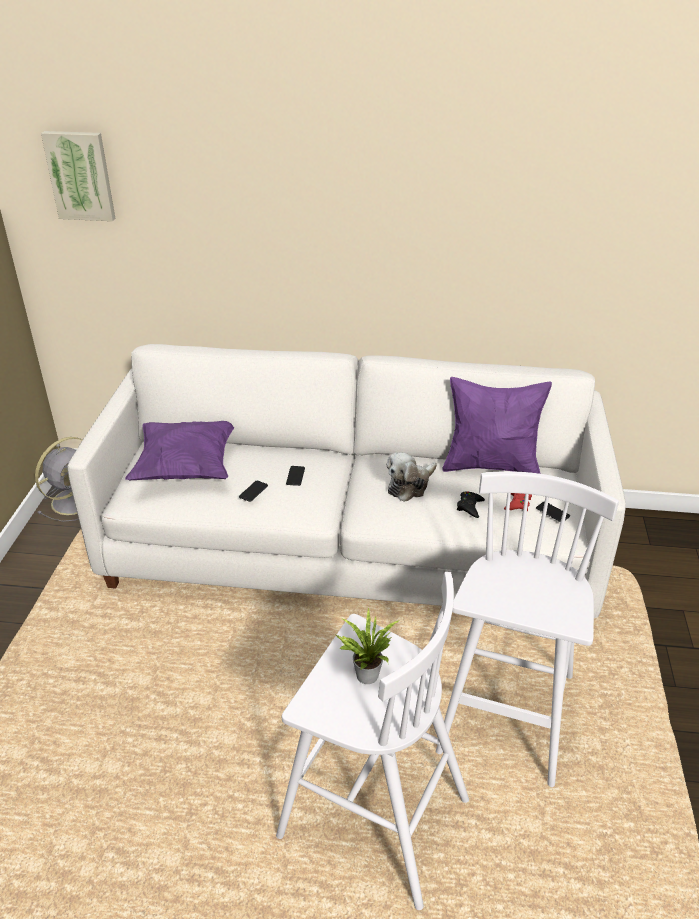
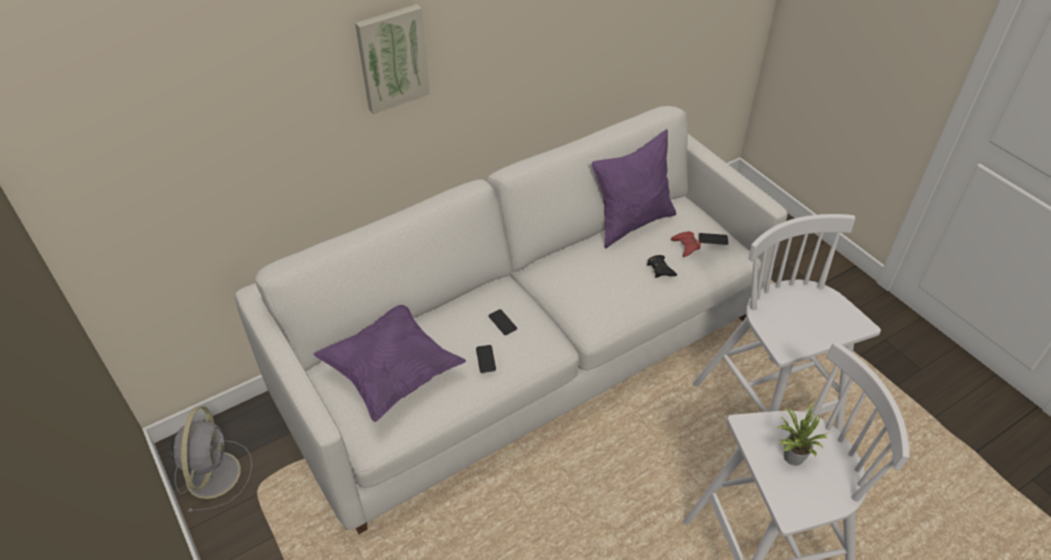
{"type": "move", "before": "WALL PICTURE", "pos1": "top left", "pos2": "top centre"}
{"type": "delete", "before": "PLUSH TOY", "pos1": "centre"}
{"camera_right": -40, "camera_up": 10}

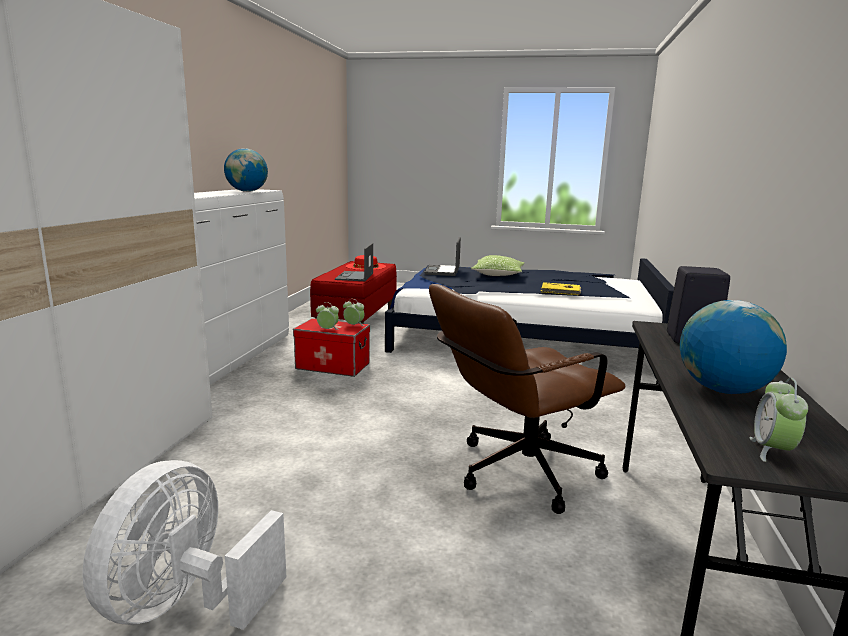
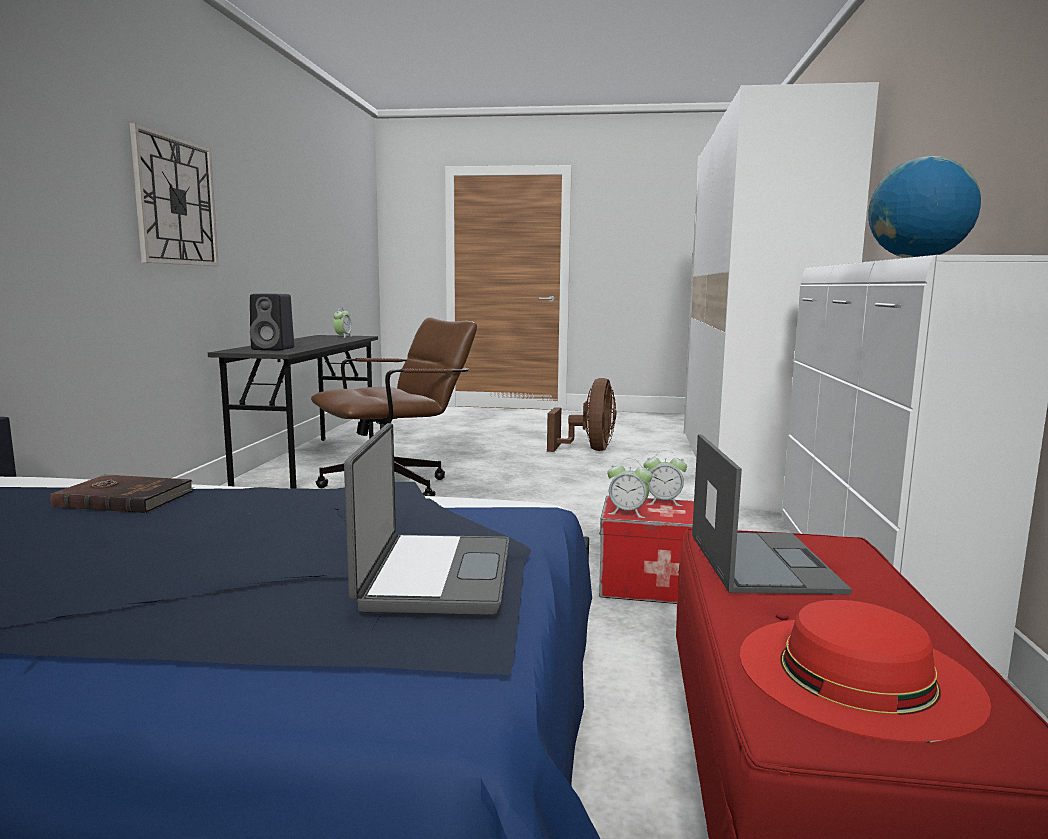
{"type": "delete", "before": "CUSHION", "pos1": "centre"}
{"type": "recolor", "before": "YELLOWISH VOLUME", "after": "BROWN-COLOURED VOLUME", "pos1": "centre", "pos2": "middle left"}
{"type": "delete", "before": "GLOBE (2nd from left)", "pos1": "middle right"}
{"type": "recolor", "before": "WHITISH ELECTRIC FAN", "after": "BROWN-COLOURED ELECTRIC FAN", "pos1": "bottom left", "pos2": "centre"}
{"type": "insert", "after": "CLOCK ON THE WALL", "pos2": "top left"}
{"camera_right": 175, "camera_up": -5}

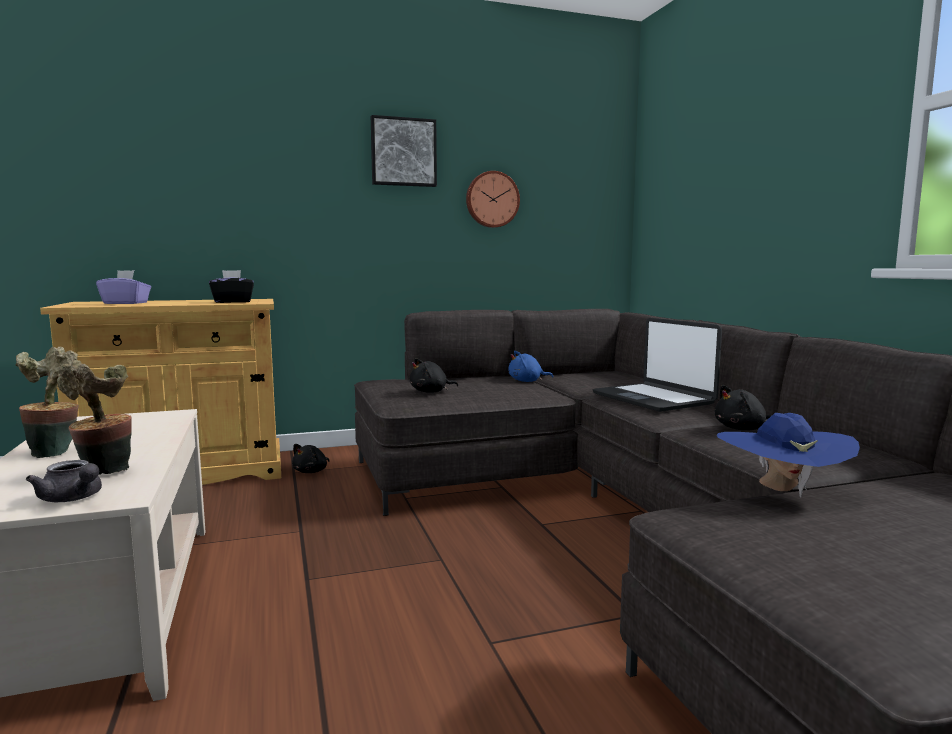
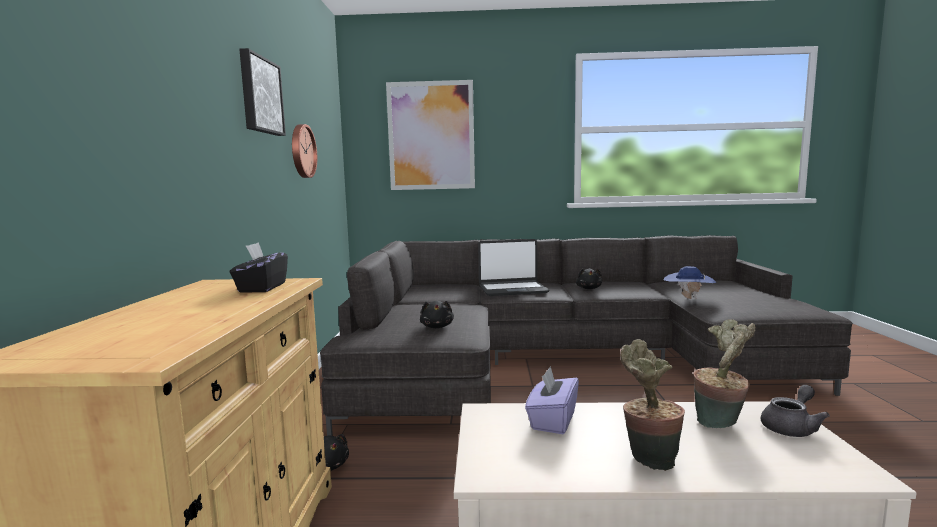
{"type": "move", "before": "PURPLISH TISSUE HOLDER", "pos1": "middle left", "pos2": "bottom centre"}
{"type": "delete", "before": "BLUE-COLOURED PLUSH TOY", "pos1": "centre"}
{"type": "insert", "after": "WALL PICTURE (2nd from left)", "pos2": "top centre"}
{"camera_right": -70, "camera_up": 0}

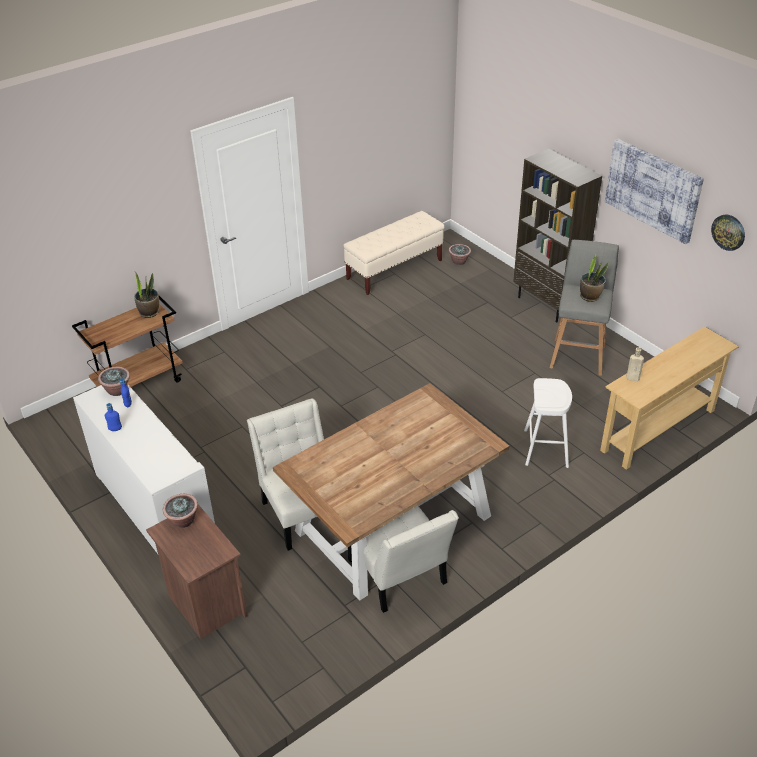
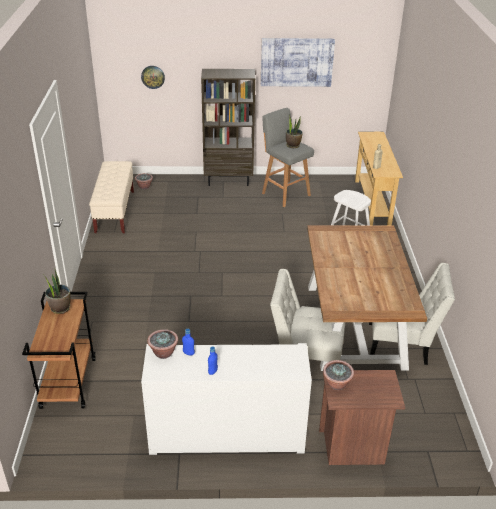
{"type": "move", "before": "CLOCK ON THE WALL", "pos1": "top right", "pos2": "top left"}
{"camera_right": -55, "camera_up": -5}

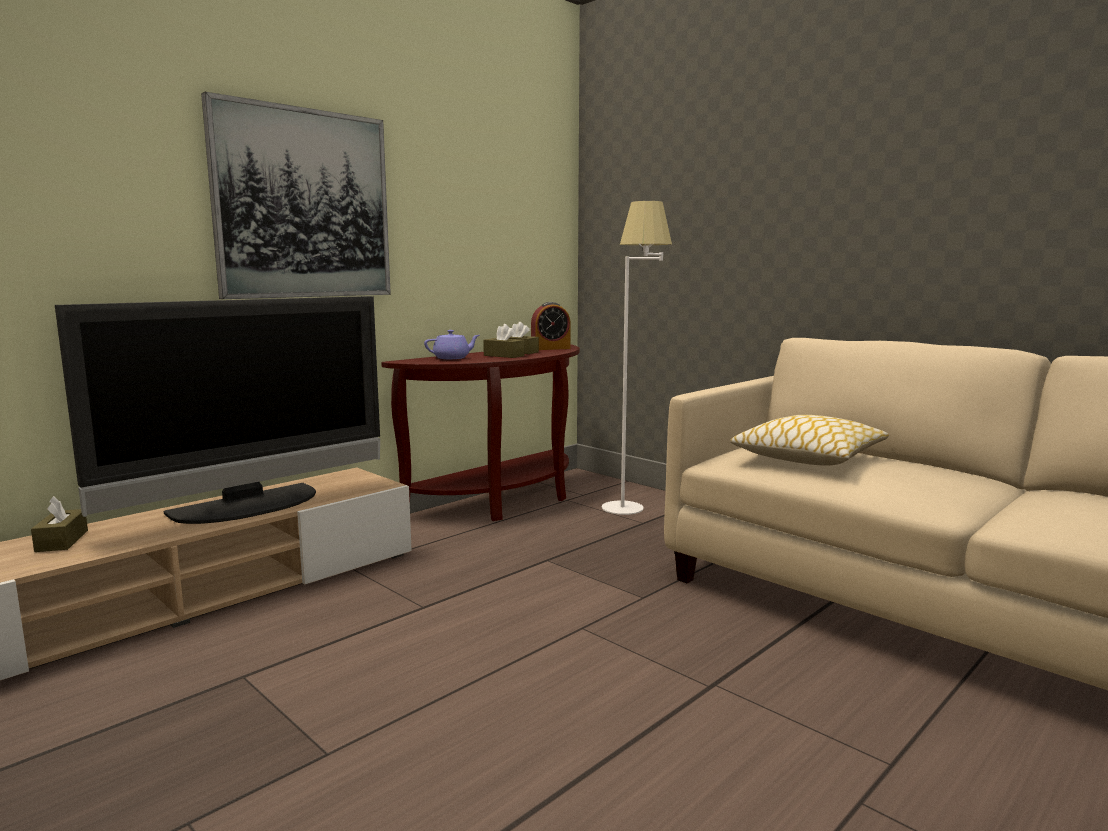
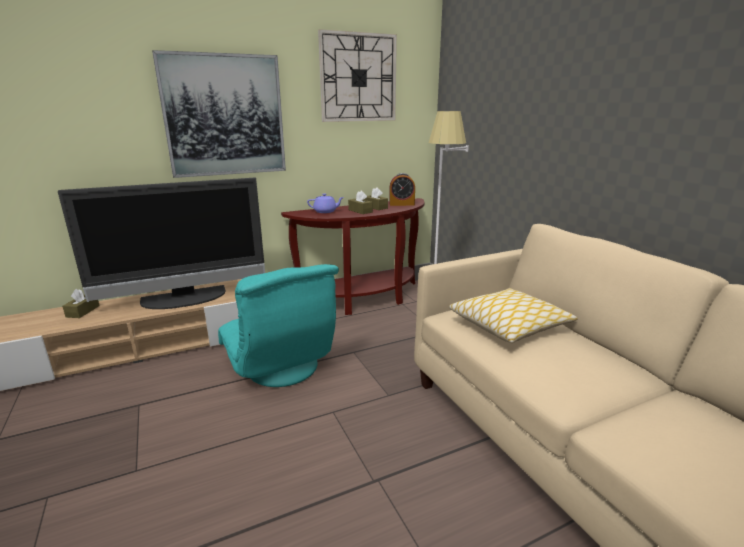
{"type": "insert", "after": "CLOCK ON THE WALL", "pos2": "top centre"}
{"type": "insert", "after": "TURQUOISE-COLOURED LOUNGE CHAIR", "pos2": "centre"}
{"camera_right": 20, "camera_up": 10}

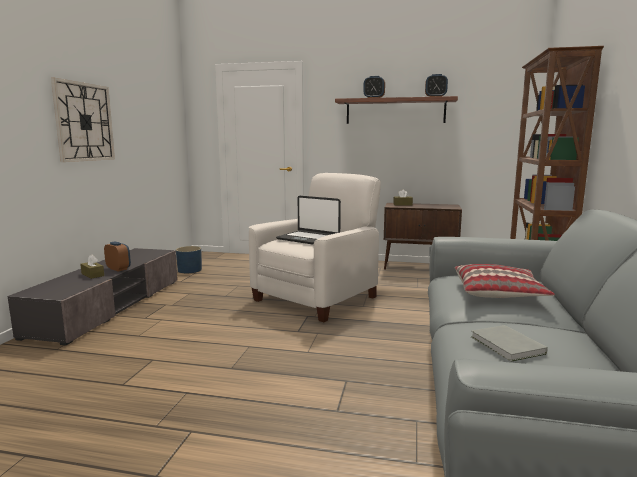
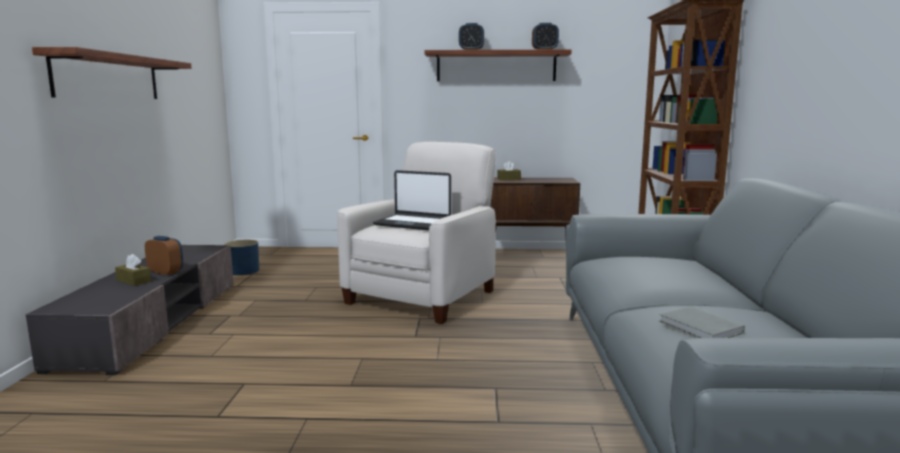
{"type": "replace", "before": "CLOCK ON THE WALL", "after": "WALL SHELF (1st from left)", "pos1": "top left", "pos2": "top left"}
{"type": "delete", "before": "CUSHION", "pos1": "middle right"}
{"camera_right": -10, "camera_up": 0}

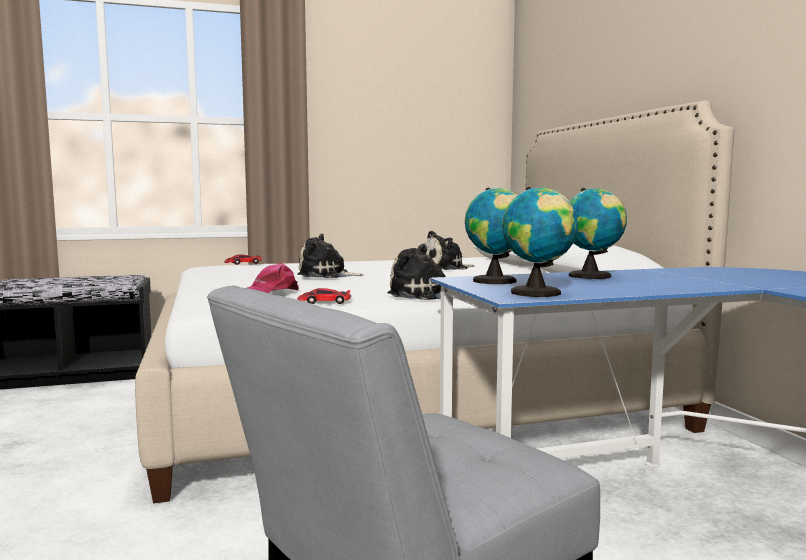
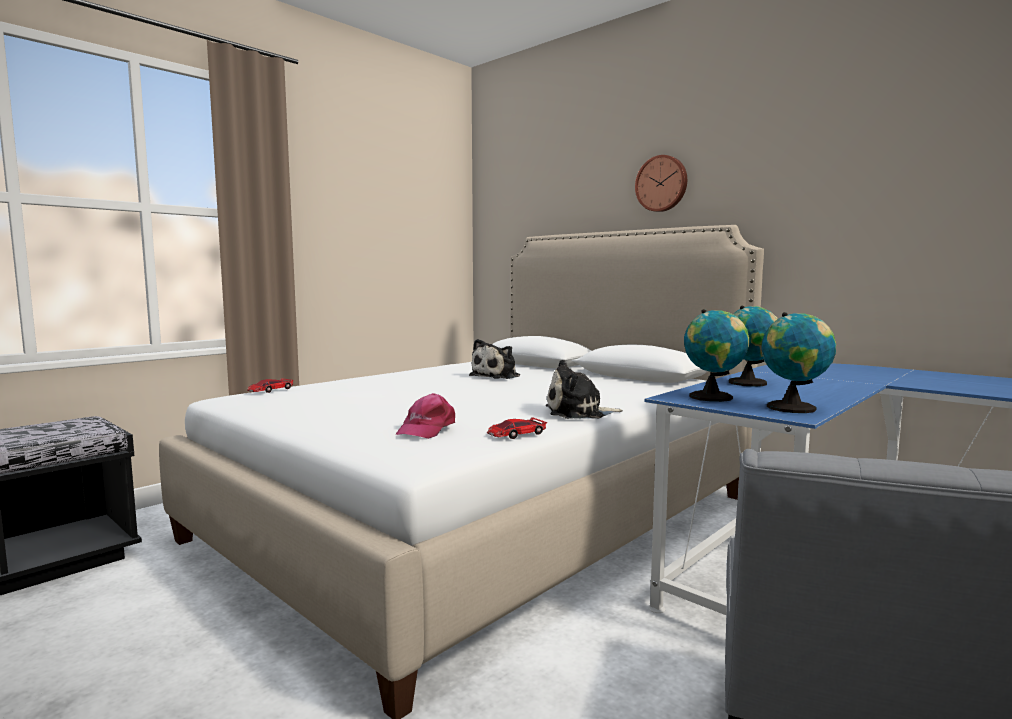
{"type": "delete", "before": "PLUSH TOY (1st from left)", "pos1": "centre"}
{"type": "insert", "after": "CLOCK ON THE WALL", "pos2": "top centre"}
{"camera_right": -30, "camera_up": 0}

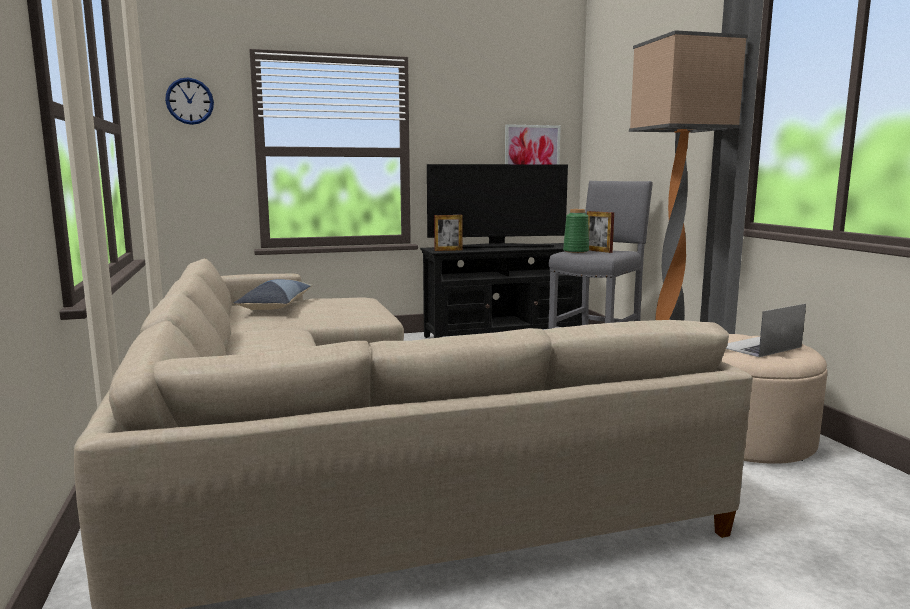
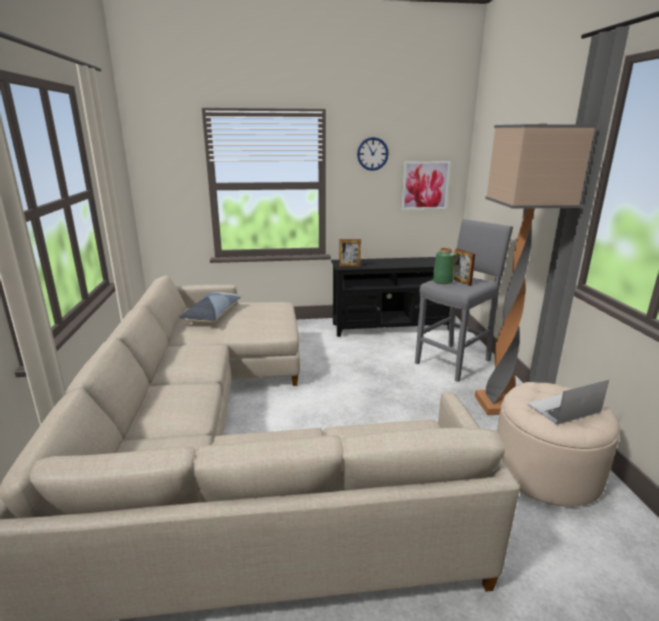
{"type": "move", "before": "CLOCK ON THE WALL", "pos1": "top left", "pos2": "top centre"}
{"type": "delete", "before": "TELEVISION", "pos1": "centre"}
{"camera_right": 10, "camera_up": 10}

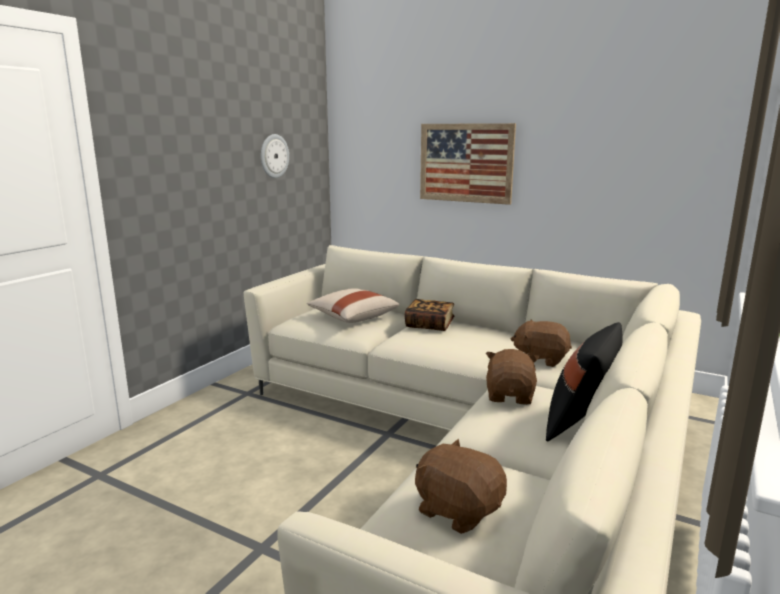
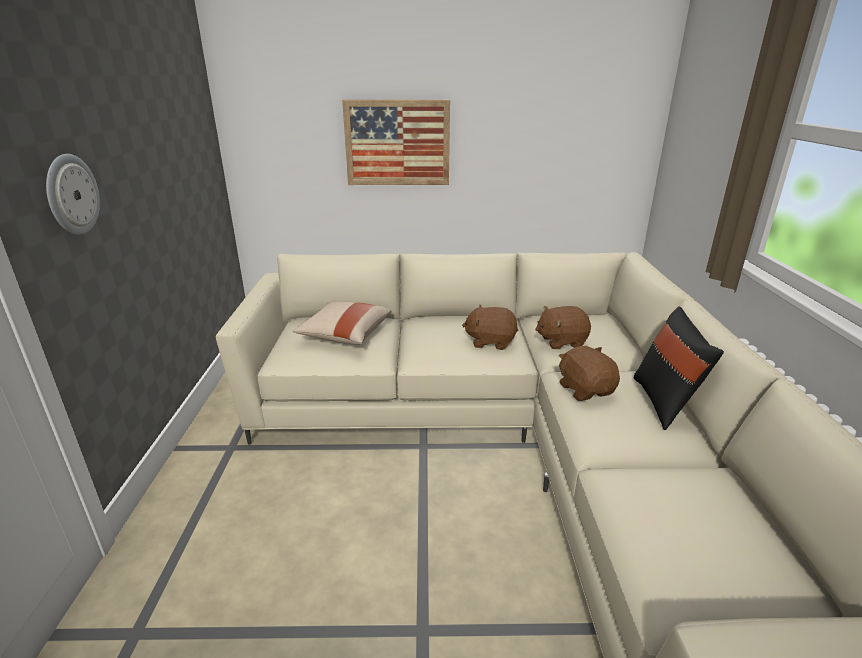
{"type": "move", "before": "CLOCK ON THE WALL", "pos1": "top centre", "pos2": "top left"}
{"type": "delete", "before": "VOLUME", "pos1": "centre"}
{"type": "move", "before": "BROWN-COLOURED PLUSH TOY (1st from left)", "pos1": "bottom centre", "pos2": "centre"}
{"camera_right": -30, "camera_up": 10}

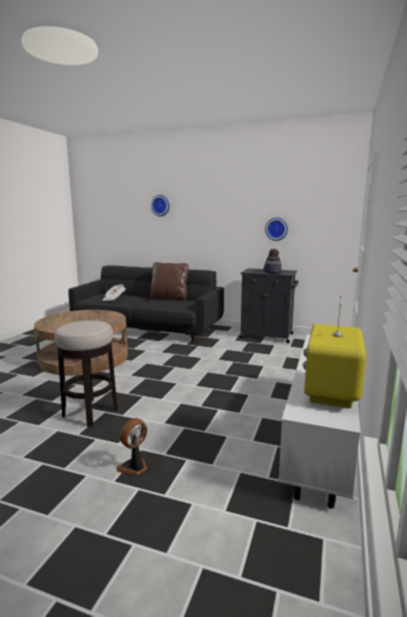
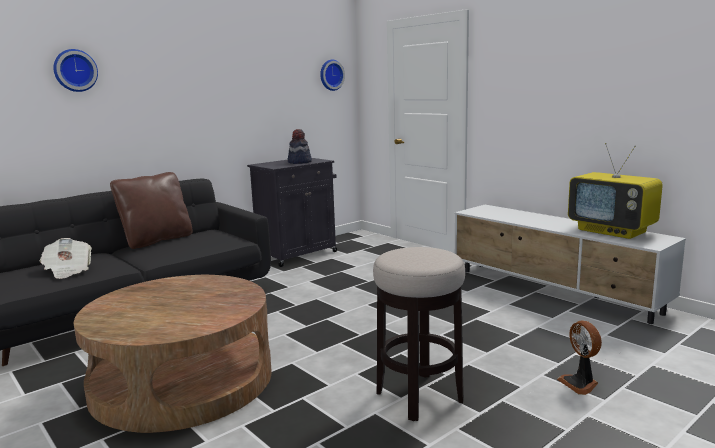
{"type": "move", "before": "CLOCK ON THE WALL (2nd from left)", "pos1": "middle right", "pos2": "top centre"}
{"camera_right": -60, "camera_up": 0}

